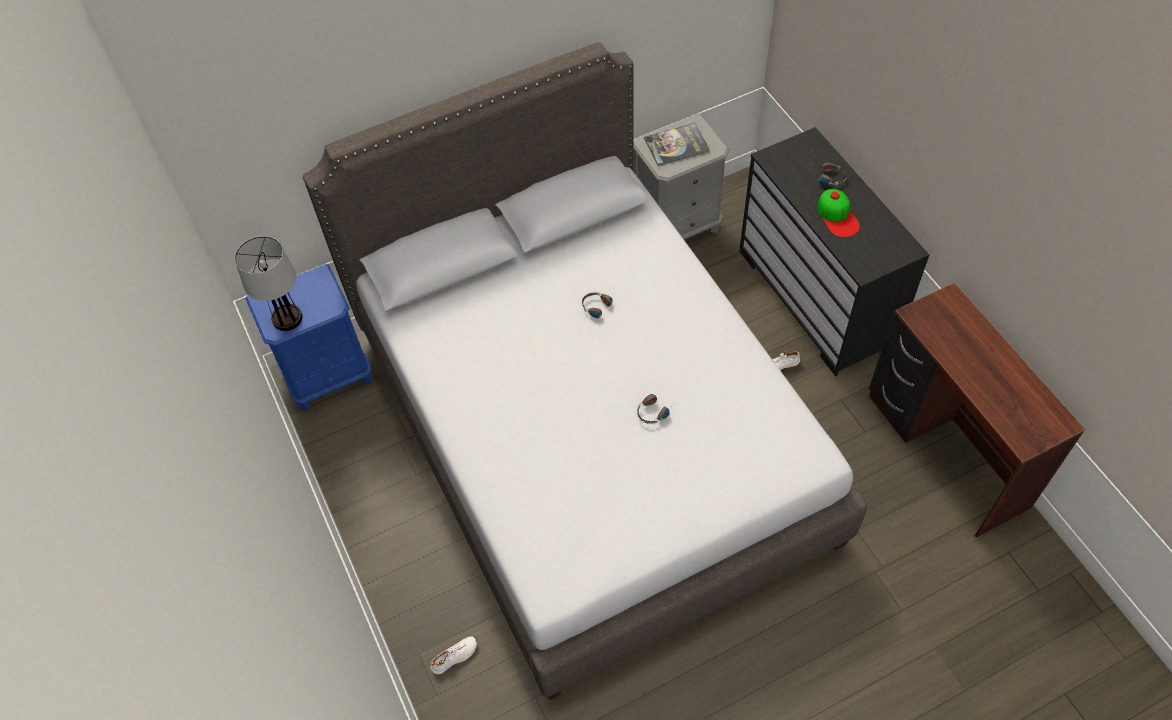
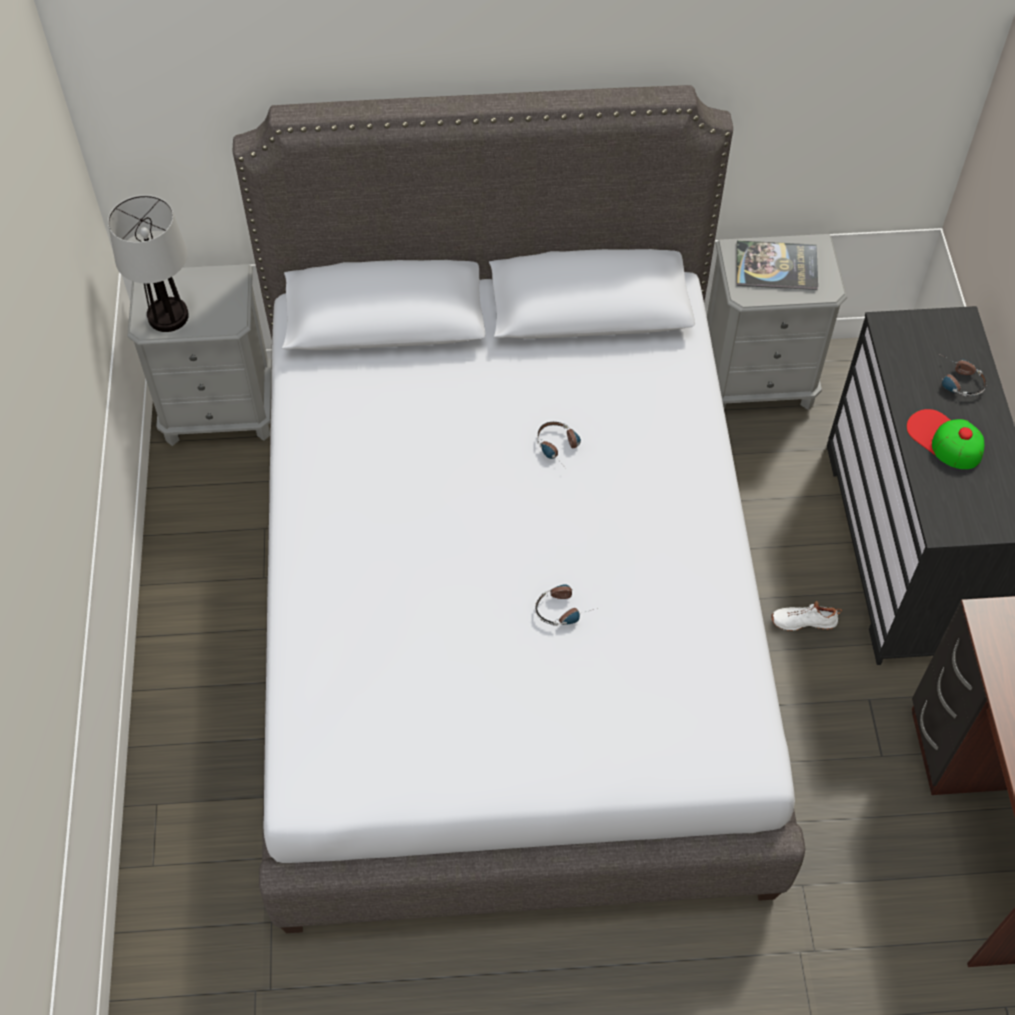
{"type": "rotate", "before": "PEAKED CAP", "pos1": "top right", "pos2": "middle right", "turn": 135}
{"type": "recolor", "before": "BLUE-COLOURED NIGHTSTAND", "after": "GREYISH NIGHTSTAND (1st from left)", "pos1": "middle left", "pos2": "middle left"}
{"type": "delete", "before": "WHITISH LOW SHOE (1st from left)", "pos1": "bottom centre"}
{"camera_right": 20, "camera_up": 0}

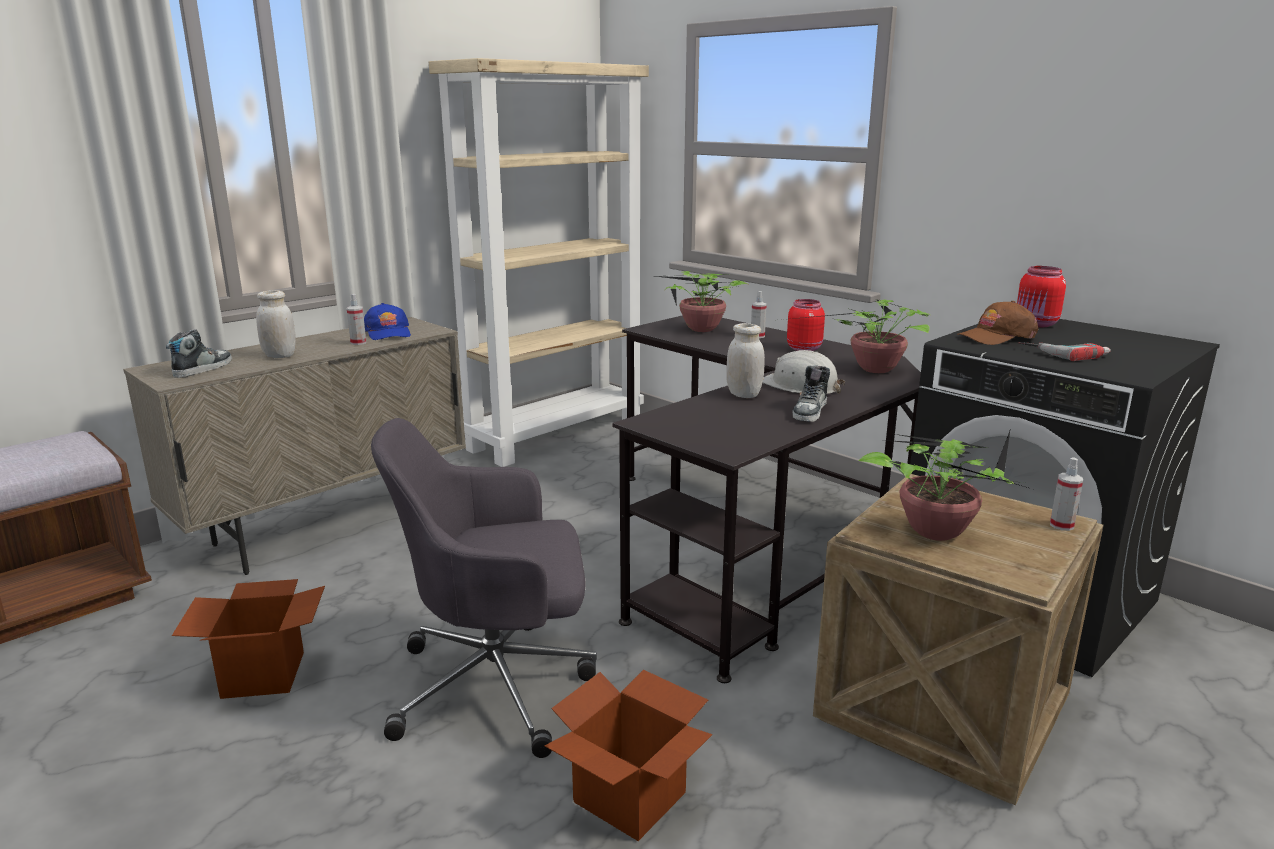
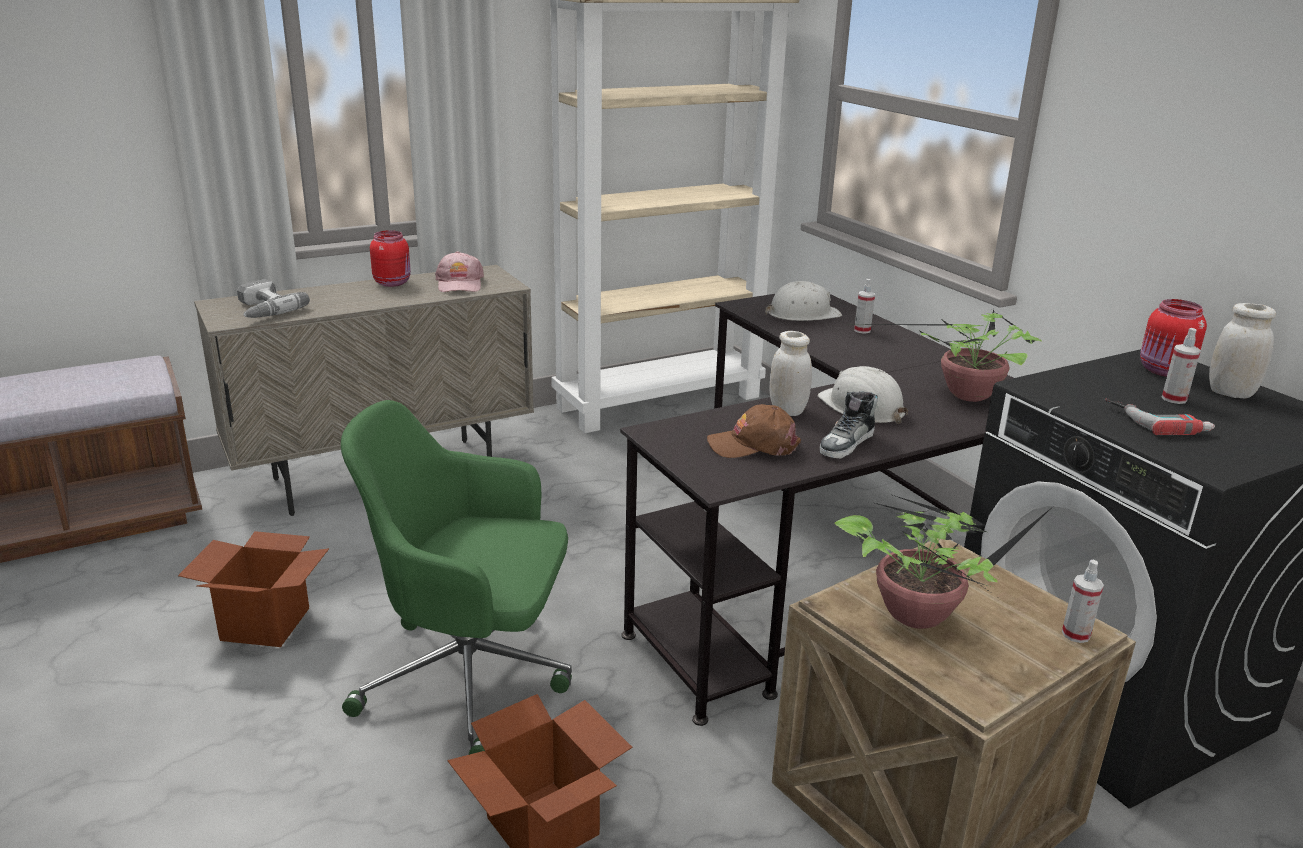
{"type": "replace", "before": "PLANT IN A POT (1st from left)", "after": "WHITISH SAFETY HELMET (1st from left)", "pos1": "centre", "pos2": "centre"}
{"type": "move", "before": "WHITISH PRESERVE JAR (1st from left in the first image)", "after": "WHITISH PRESERVE JAR (2nd from left)", "pos1": "middle left", "pos2": "middle right"}
{"type": "move", "before": "HAND SPRAYER (1st from left in the first image)", "after": "HAND SPRAYER (3rd from left)", "pos1": "middle left", "pos2": "middle right"}
{"type": "move", "before": "RED-COLOURED PRESERVE JAR (1st from left)", "pos1": "centre", "pos2": "top left"}
{"type": "move", "before": "BROWN-COLOURED PEAKED CAP", "pos1": "middle right", "pos2": "centre"}
{"type": "recolor", "before": "BLUE-COLOURED PEAKED CAP", "after": "PINKISH PEAKED CAP", "pos1": "middle left", "pos2": "top centre"}
{"type": "replace", "before": "LOW SHOE (1st from left)", "after": "DRILL (1st from left)", "pos1": "middle left", "pos2": "middle left"}
{"type": "recolor", "before": "GREYISH OFFICE CHAIR", "after": "GREEN-COLOURED OFFICE CHAIR", "pos1": "bottom centre", "pos2": "bottom centre"}
{"camera_right": 15, "camera_up": 5}

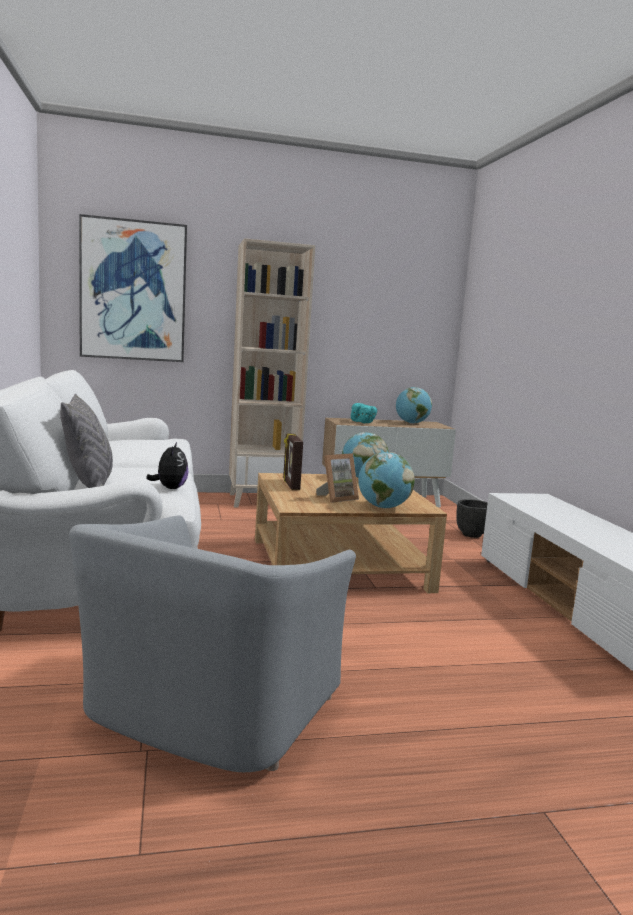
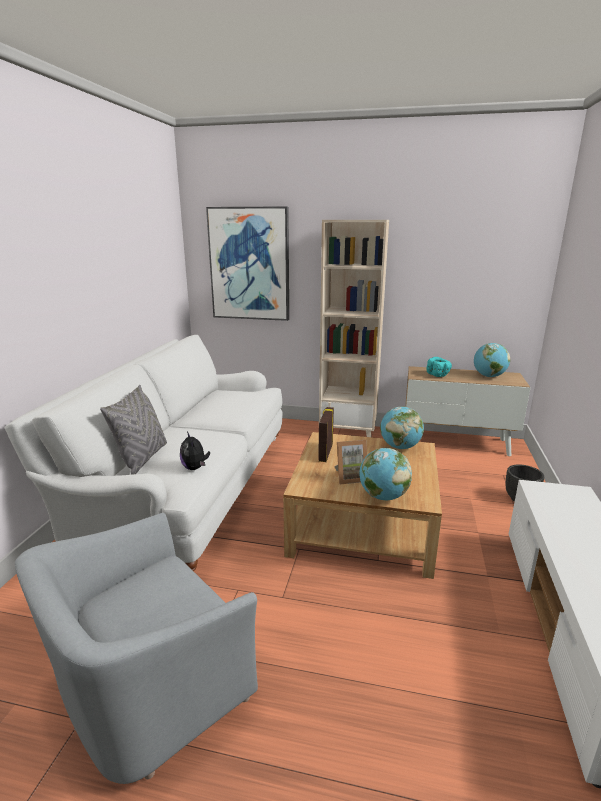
{"type": "rotate", "before": "PLUSH TOY", "pos1": "middle left", "pos2": "middle left", "turn": 135}
{"camera_right": 25, "camera_up": 10}

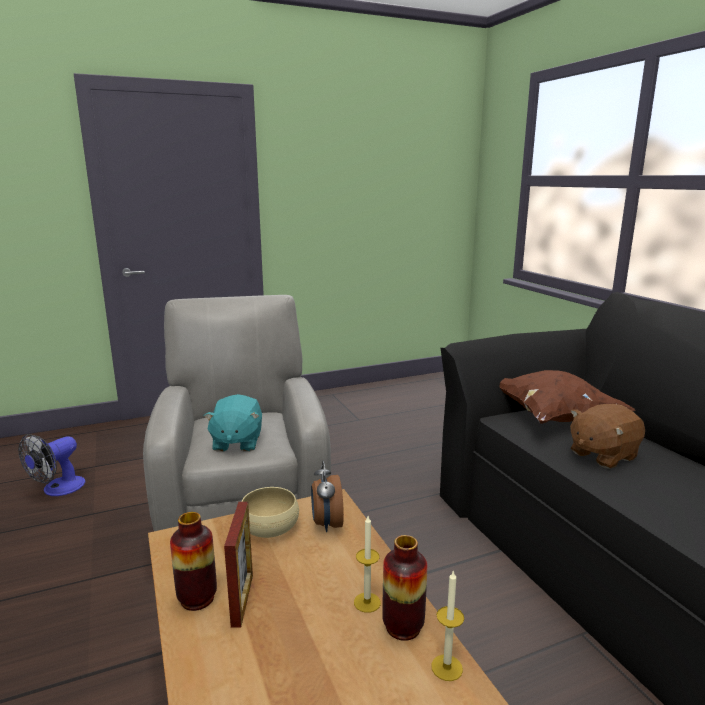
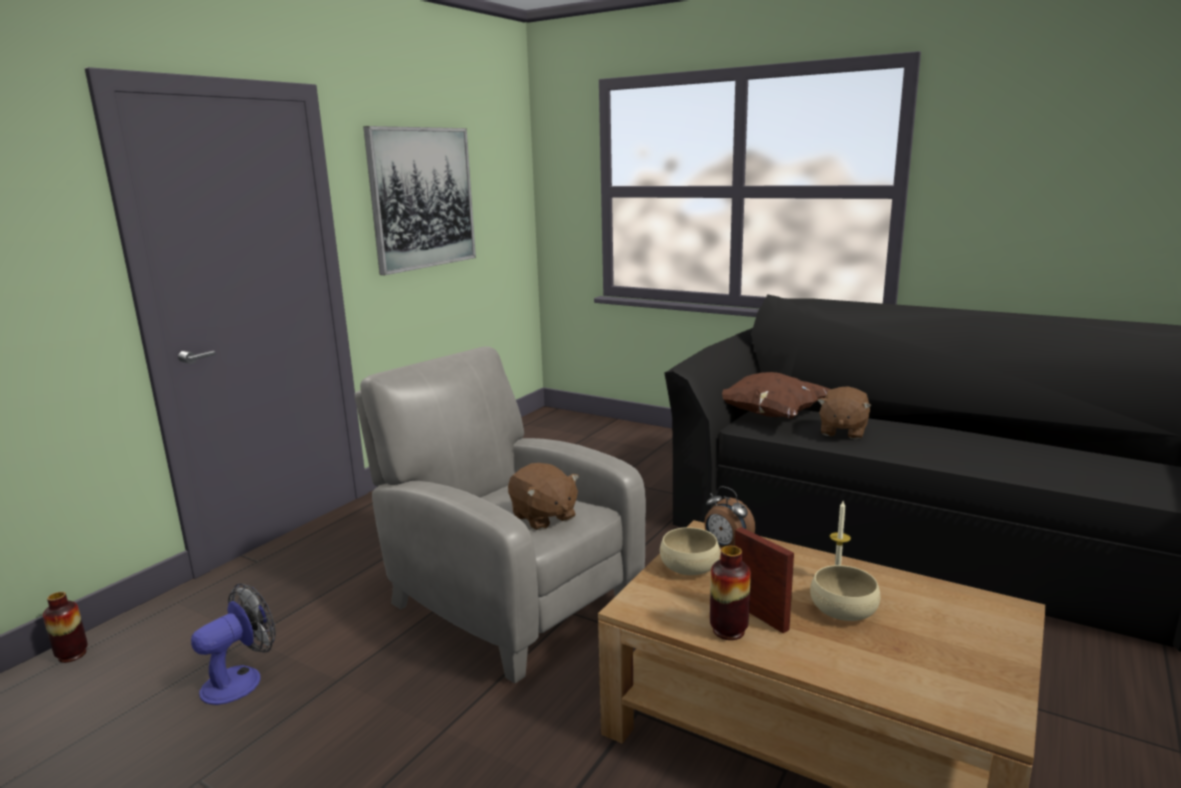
{"type": "recolor", "before": "TURQUOISE-COLOURED PLUSH TOY", "after": "BROWN-COLOURED PLUSH TOY (1st from left)", "pos1": "middle left", "pos2": "centre"}
{"type": "rotate", "before": "ELECTRIC FAN", "pos1": "middle left", "pos2": "bottom left", "turn": -135}
{"type": "move", "before": "FLOWER VASE (2nd from left in the first image)", "after": "FLOWER VASE (1st from left)", "pos1": "bottom centre", "pos2": "bottom left"}
{"type": "delete", "before": "WAX CANDLE (2nd from left)", "pos1": "bottom centre"}
{"type": "insert", "after": "WALL PICTURE", "pos2": "top centre"}
{"type": "insert", "after": "SAND-COLOURED BOWL (2nd from left)", "pos2": "bottom right"}
{"camera_right": -35, "camera_up": 0}

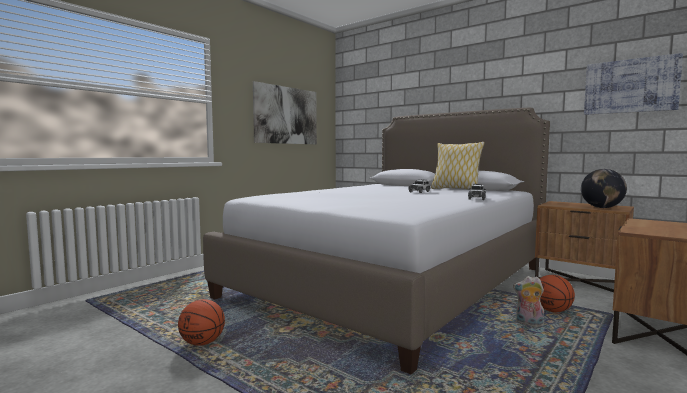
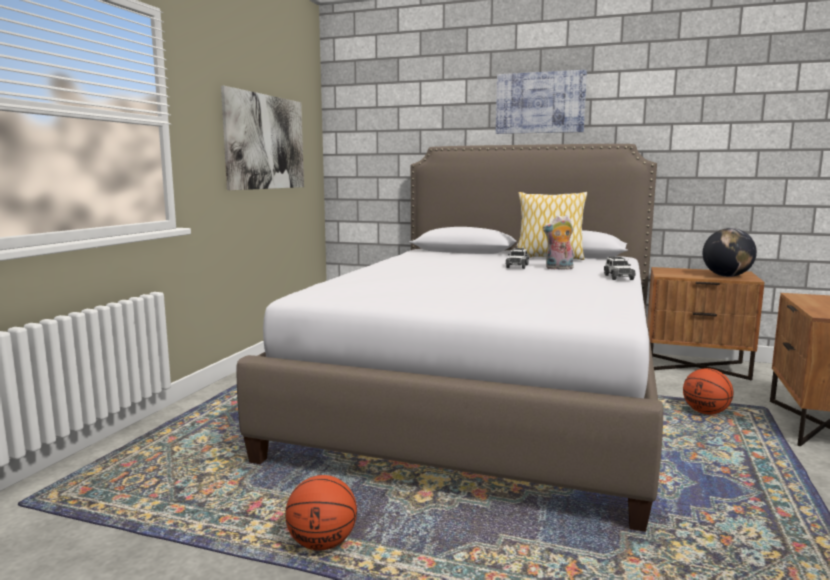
{"type": "move", "before": "WALL PICTURE (2nd from left)", "pos1": "top right", "pos2": "top centre"}
{"type": "move", "before": "PLUSH TOY", "pos1": "bottom right", "pos2": "middle right"}
{"camera_right": -20, "camera_up": 5}

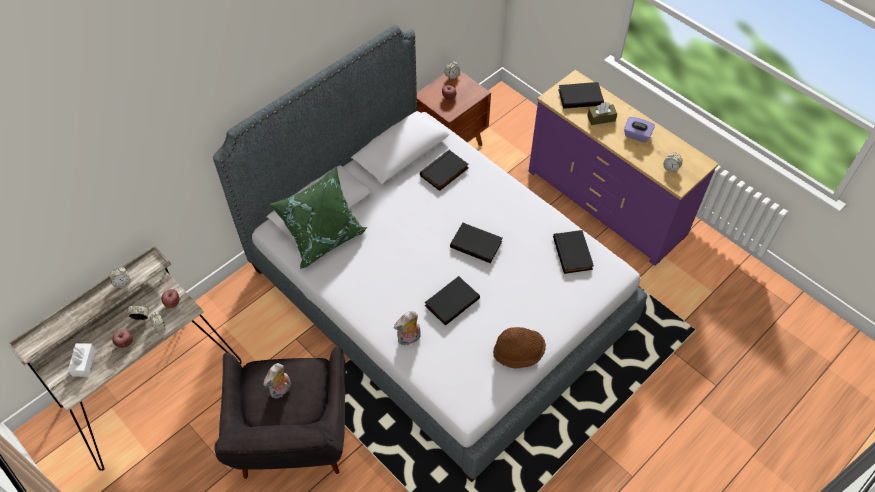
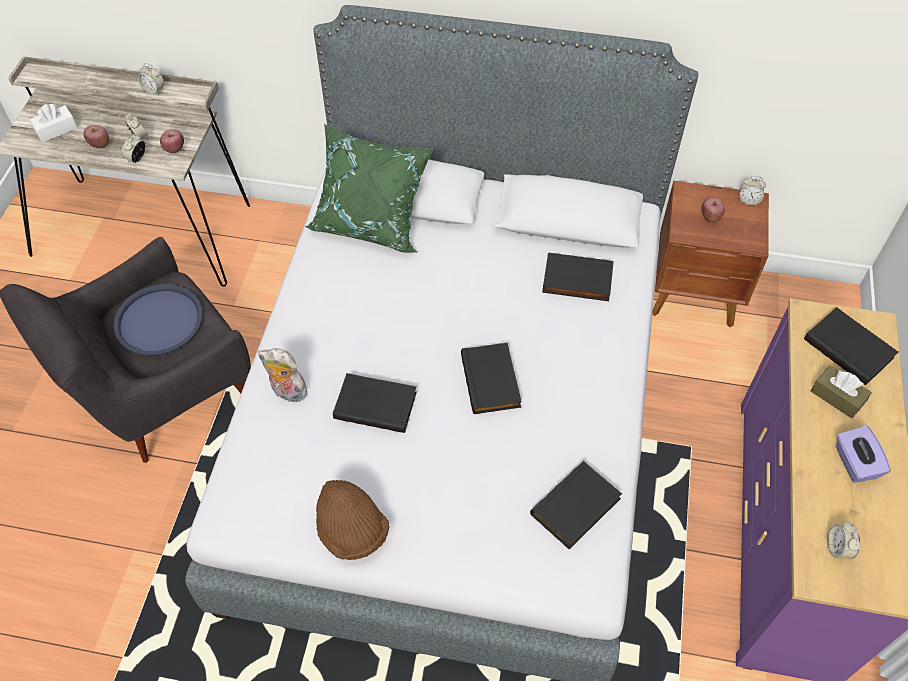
{"type": "replace", "before": "PLUSH TOY (1st from left)", "after": "BLUE-COLOURED CARRYING TRAY", "pos1": "bottom left", "pos2": "middle left"}
{"camera_right": 55, "camera_up": 0}

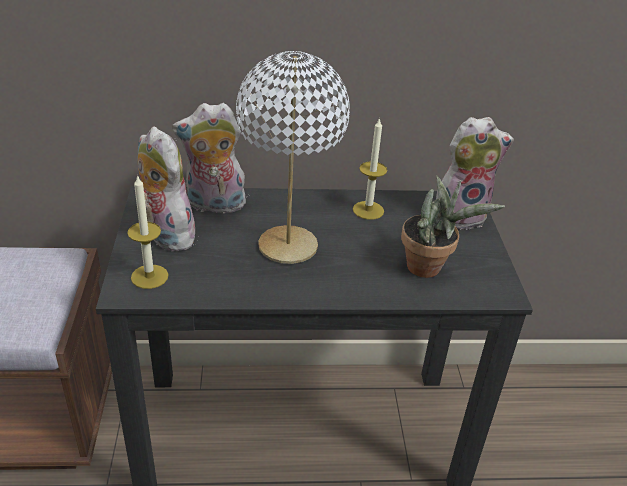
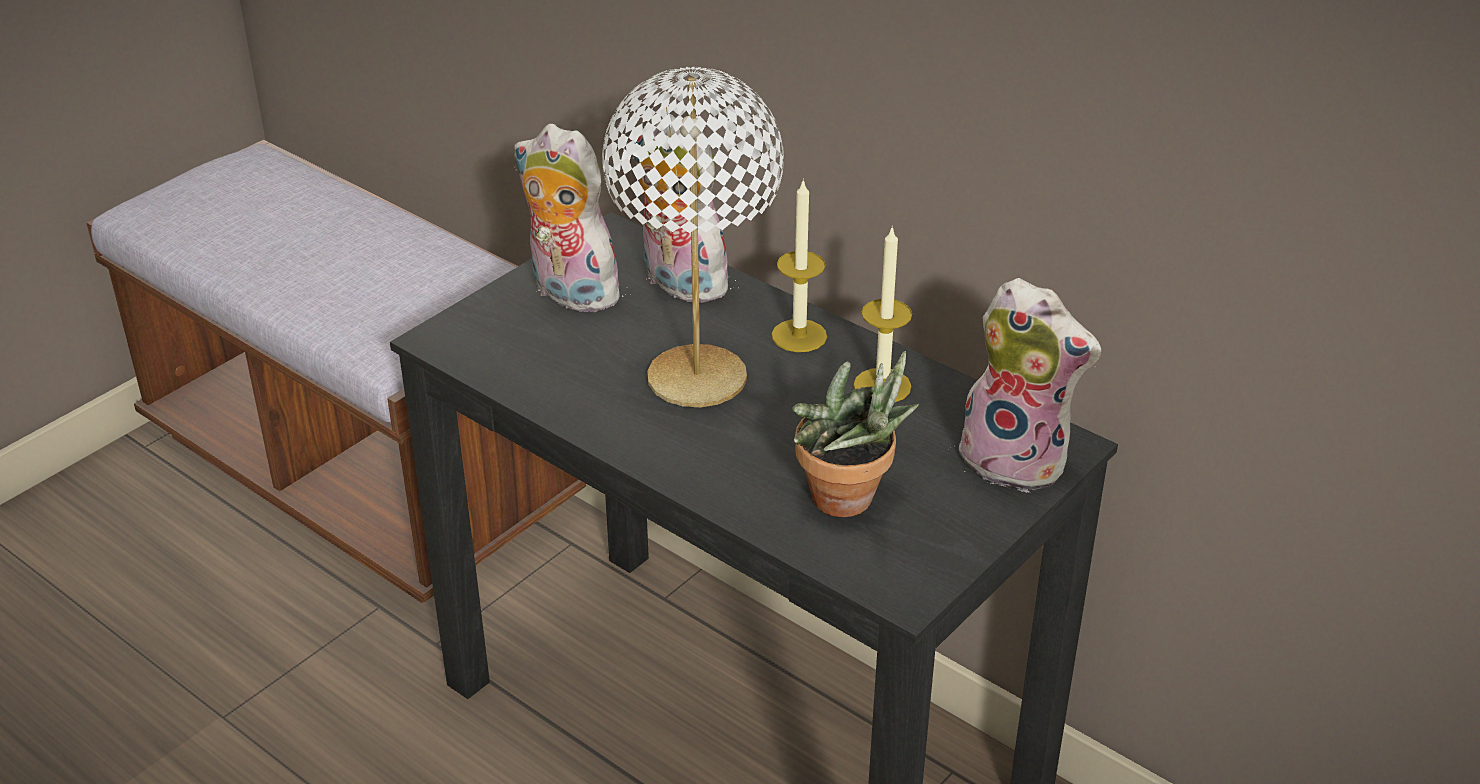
{"type": "rotate", "before": "PLUSH TOY (1st from left)", "pos1": "middle left", "pos2": "top centre", "turn": -60}
{"type": "move", "before": "WAX CANDLE (1st from left)", "pos1": "middle left", "pos2": "centre"}
{"camera_right": 45, "camera_up": 0}

